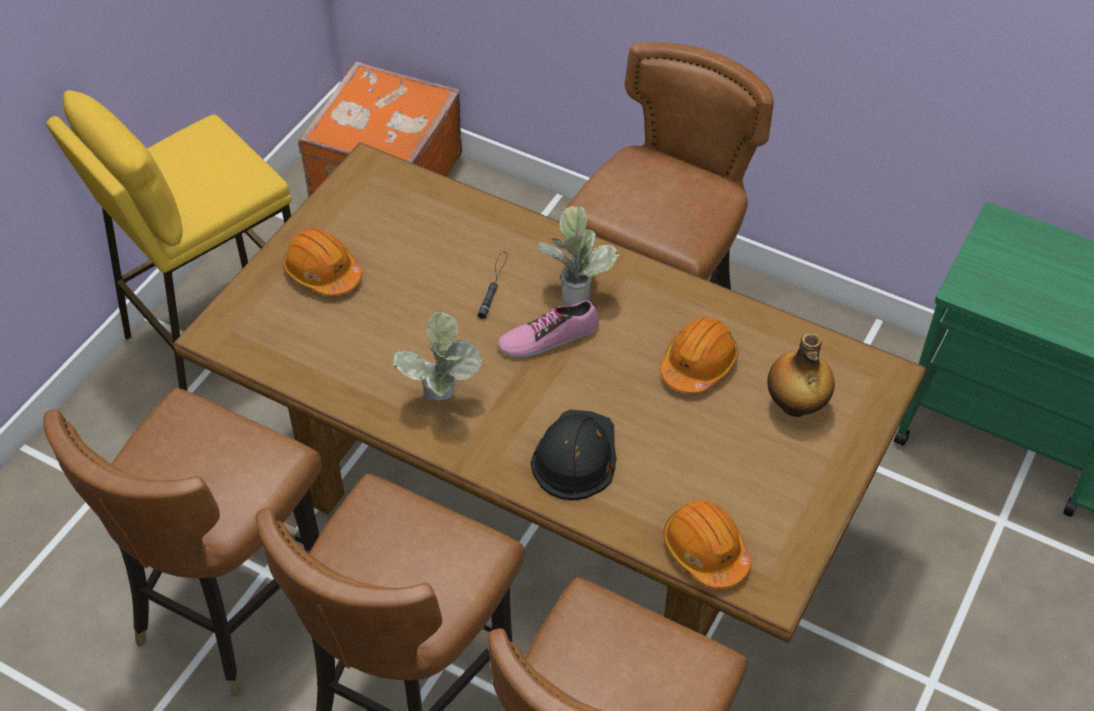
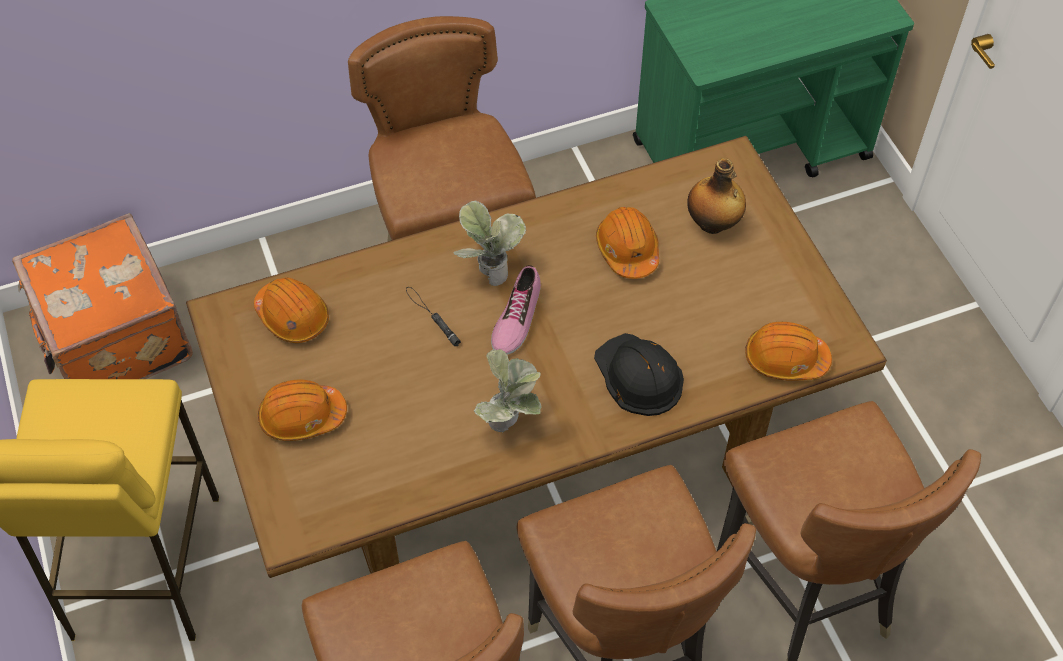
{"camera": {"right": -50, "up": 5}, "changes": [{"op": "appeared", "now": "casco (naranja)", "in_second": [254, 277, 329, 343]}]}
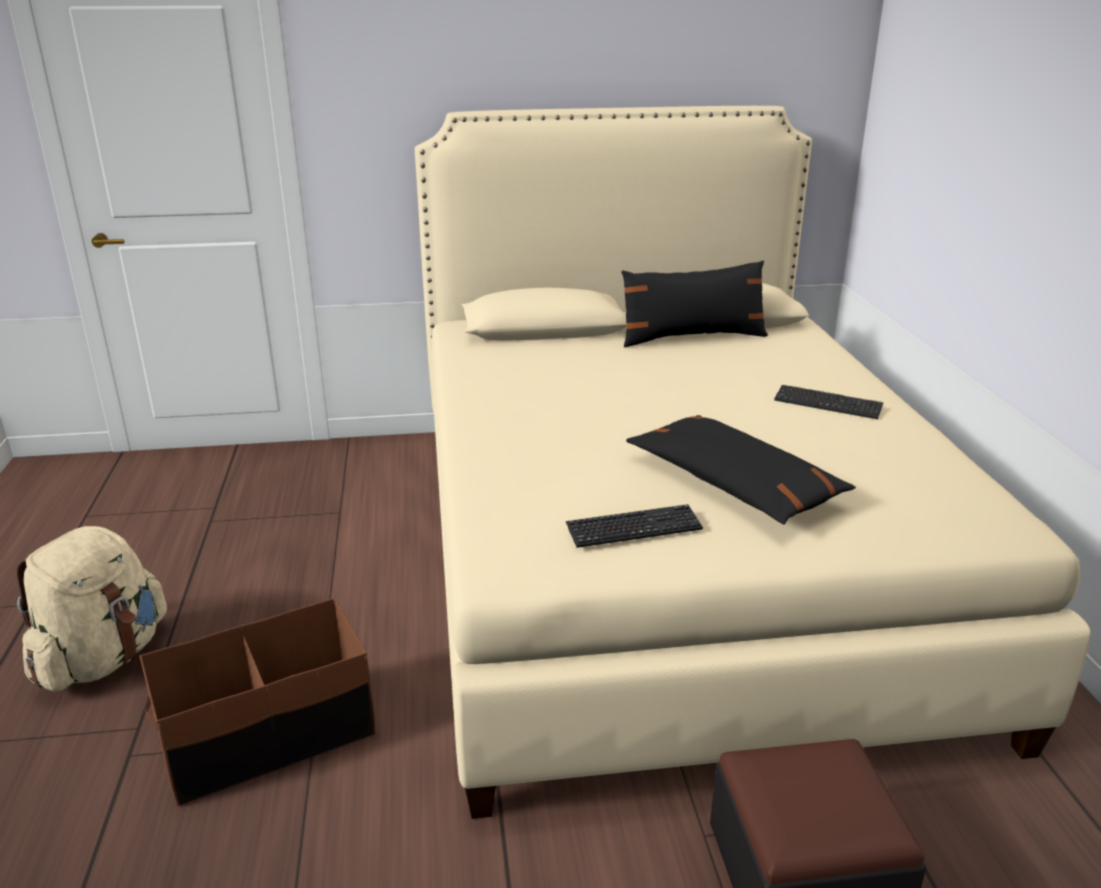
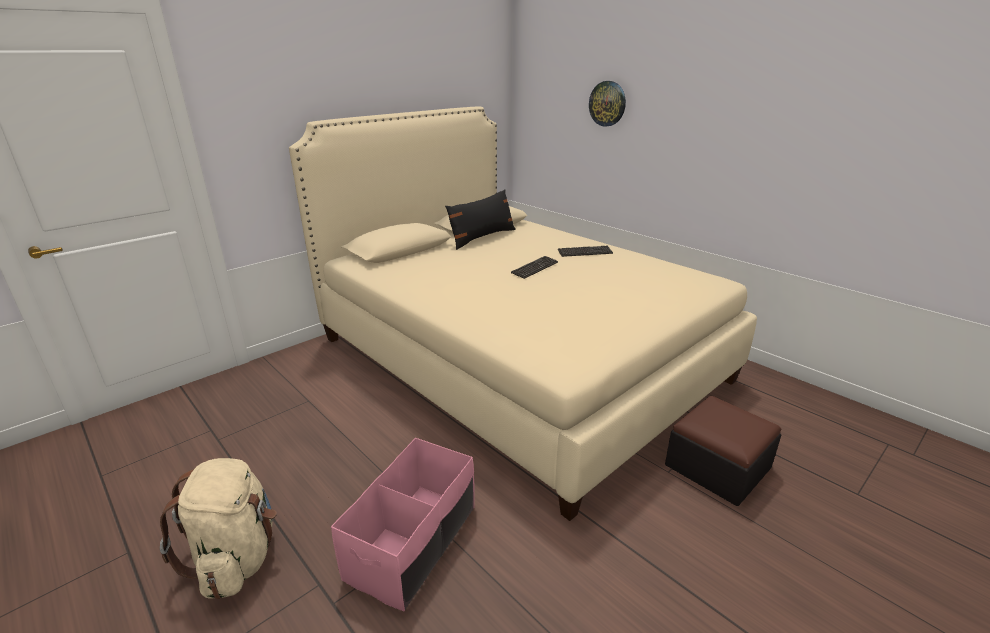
{"camera": {"right": -35, "up": 0}, "changes": [{"op": "colour", "was": "caja de almacenaje (marrón)", "now": "caja de almacenaje (rosa)", "in_first": [140, 598, 376, 806], "in_second": [331, 438, 475, 612]}, {"op": "relocated", "was": "teclado", "in_first": [566, 504, 703, 548], "in_second": [511, 256, 558, 279]}, {"op": "appeared", "now": "reloj de pared", "in_second": [589, 81, 626, 127]}, {"op": "missing", "was": "cojín (negro)", "in_first": [626, 415, 856, 525]}]}
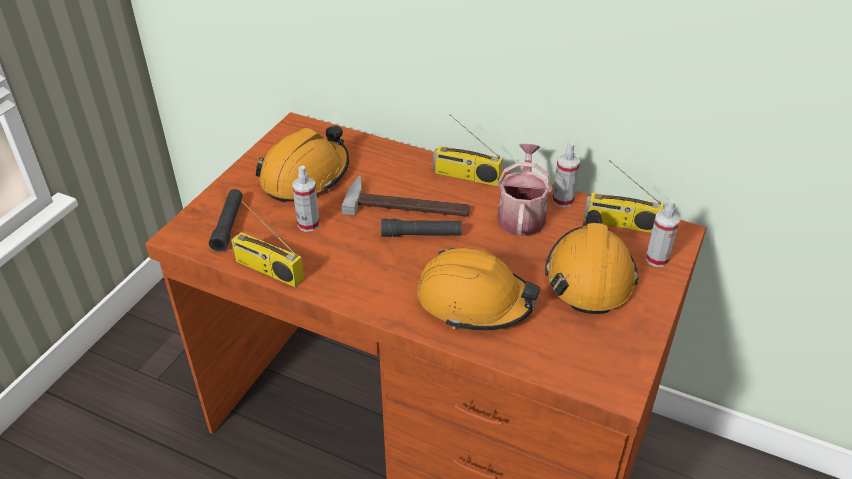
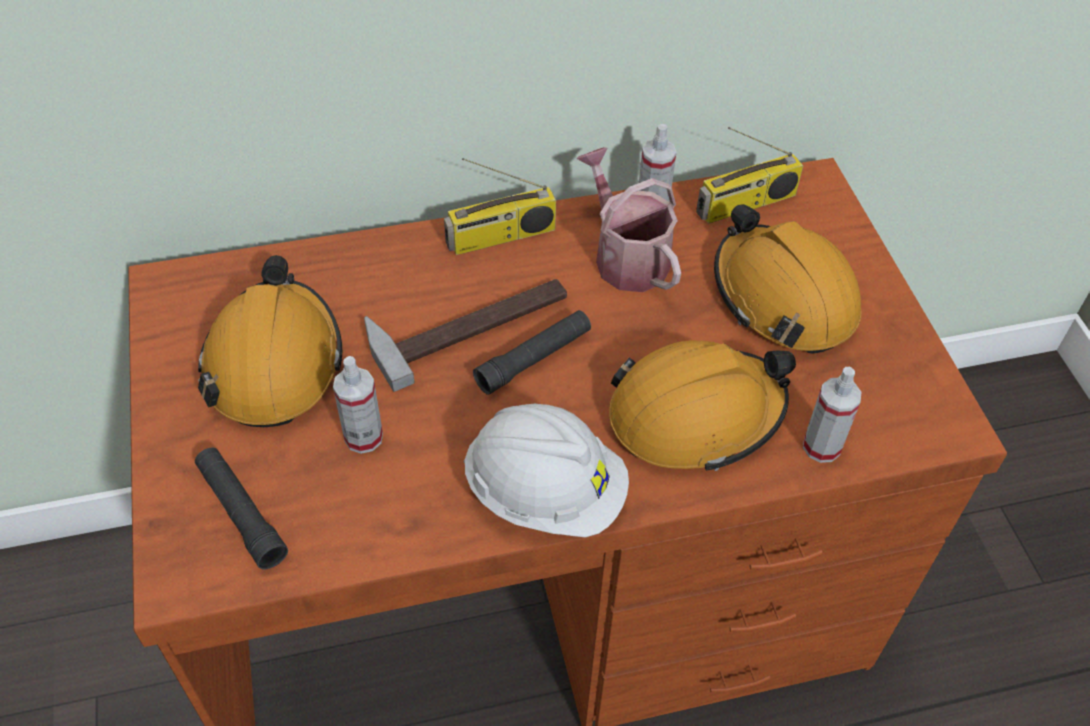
{"camera": {"right": -40, "up": 10}, "changes": [{"op": "appeared", "now": "casco (blanco)", "in_second": [464, 404, 629, 537]}, {"op": "relocated", "was": "pulverizador", "in_first": [646, 199, 680, 267], "in_second": [803, 367, 861, 463]}, {"op": "missing", "was": "radio", "in_first": [231, 201, 304, 287]}]}
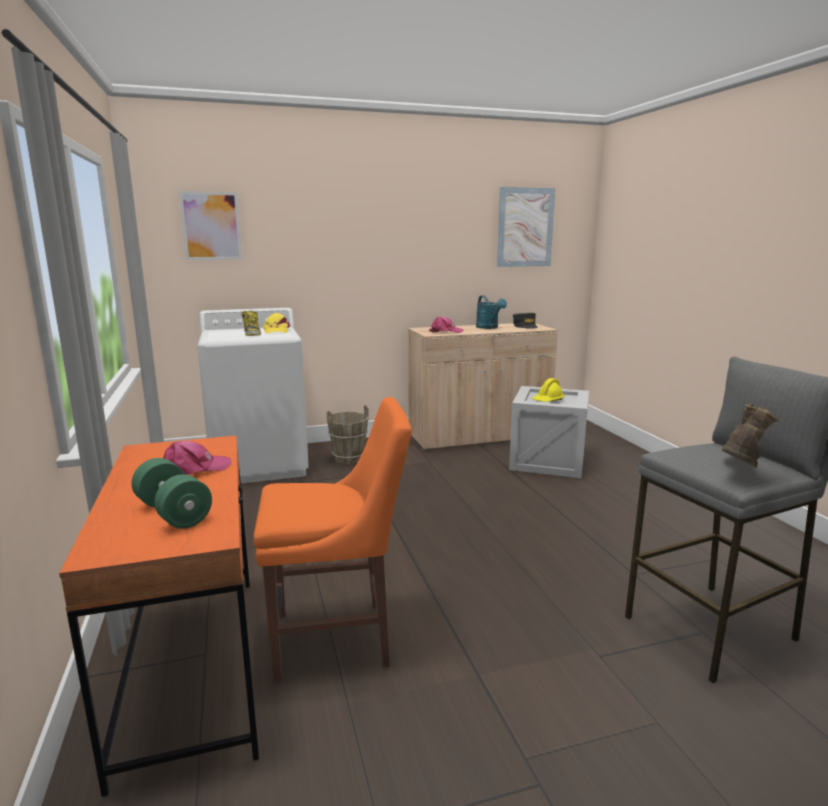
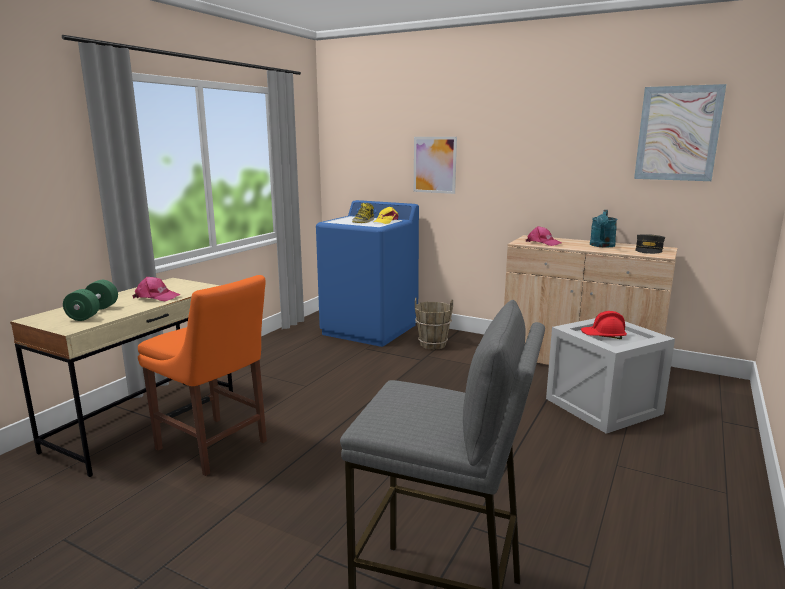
{"camera": {"right": 45, "up": 0}, "changes": [{"op": "colour", "was": "escritorio (naranja)", "now": "escritorio (beis)", "in_first": [59, 435, 259, 797], "in_second": [10, 278, 233, 477]}, {"op": "colour", "was": "lavadora (blanco)", "now": "lavadora (azul)", "in_first": [197, 308, 309, 484], "in_second": [316, 200, 419, 347]}, {"op": "relocated", "was": "cuadro", "in_first": [179, 191, 242, 260], "in_second": [414, 137, 457, 194]}, {"op": "colour", "was": "casco (amarillo)", "now": "casco (rojo)", "in_first": [532, 378, 565, 402], "in_second": [581, 311, 627, 339]}, {"op": "missing", "was": "bota (marrón)", "in_first": [721, 403, 782, 468]}]}
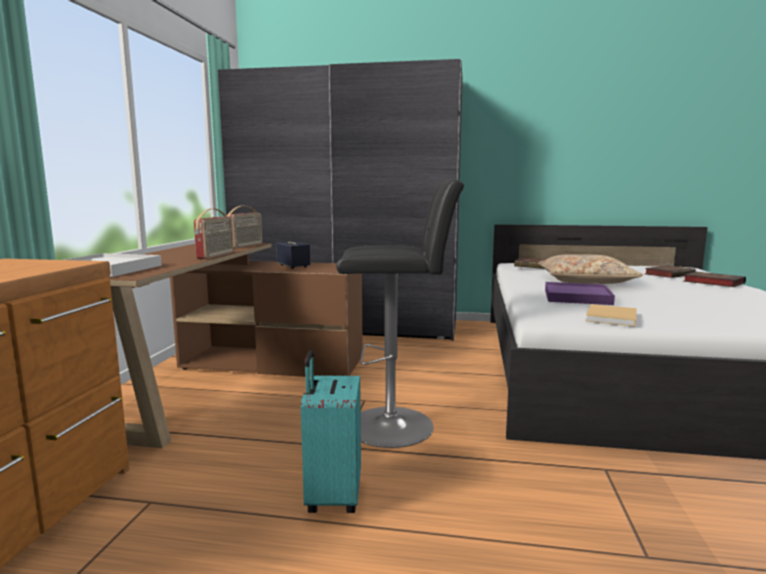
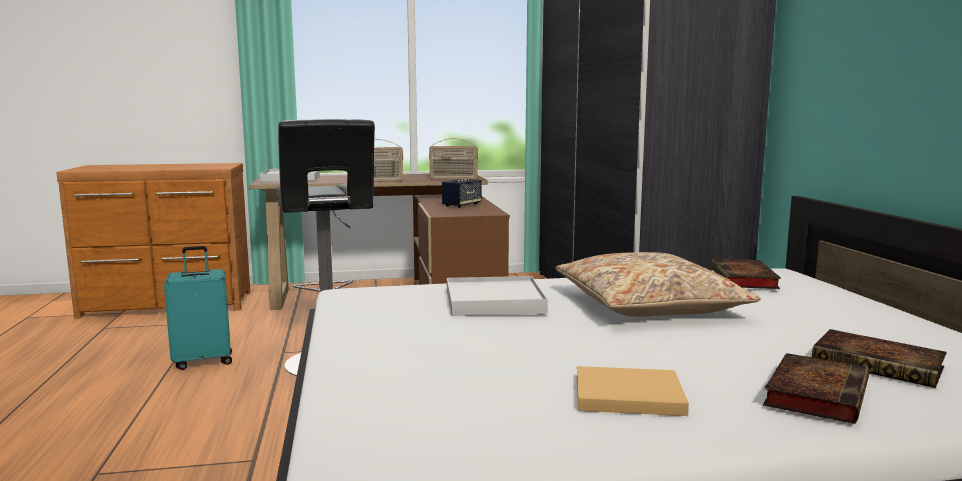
{"camera": {"right": 70, "up": 0}, "changes": [{"op": "colour", "was": "bandeja (morado)", "now": "bandeja (blanco)", "in_first": [545, 282, 615, 305], "in_second": [447, 276, 548, 316]}, {"op": "relocated", "was": "libro (beis)", "in_first": [586, 304, 637, 327], "in_second": [577, 366, 689, 416]}]}
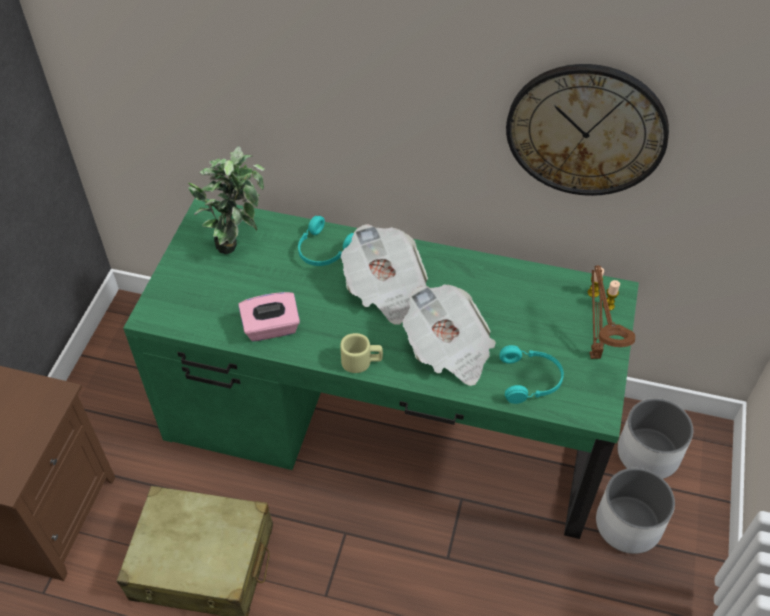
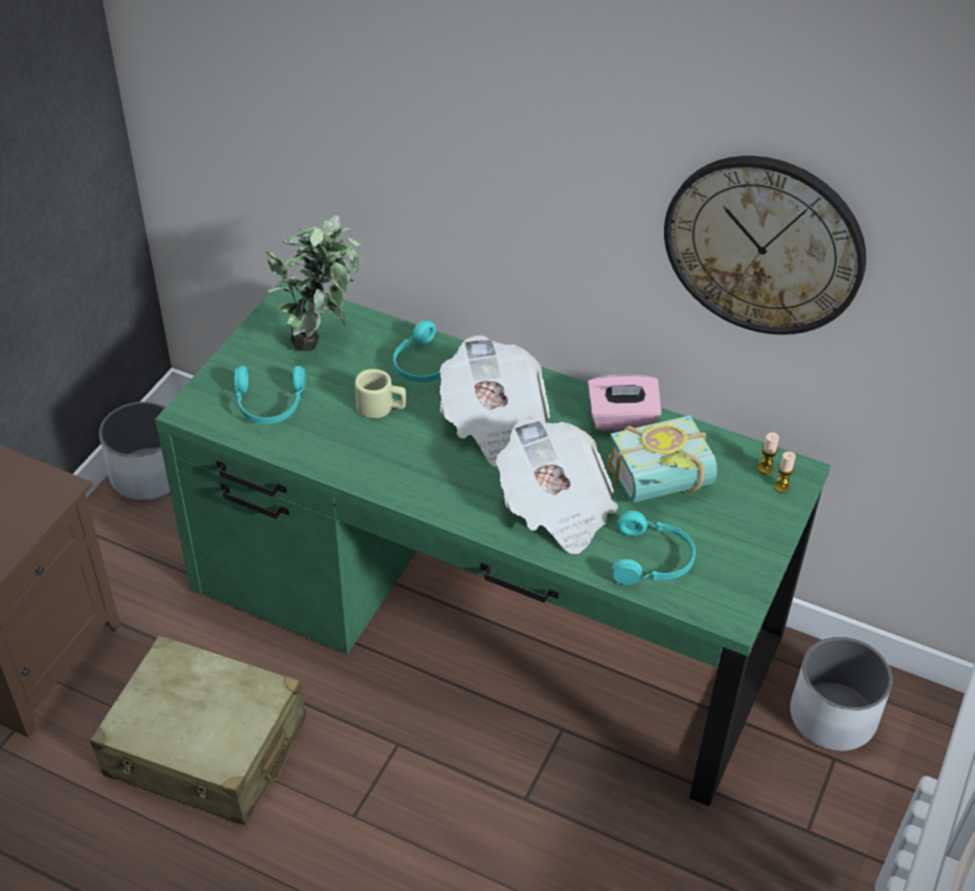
{"camera": {"right": 10, "up": -5}, "changes": [{"op": "relocated", "was": "maceta (blanco)", "in_first": [596, 468, 675, 554], "in_second": [99, 402, 170, 500]}, {"op": "appeared", "now": "auriculares (turquesa)", "in_second": [235, 366, 306, 424]}, {"op": "relocated", "was": "taza grande (beis)", "in_first": [340, 333, 383, 373], "in_second": [355, 369, 406, 418]}, {"op": "relocated", "was": "caja de pañuelos (rosa)", "in_first": [238, 292, 300, 341], "in_second": [587, 374, 662, 431]}, {"op": "appeared", "now": "libro", "in_second": [607, 415, 717, 503]}, {"op": "missing", "was": "lámpara de mesa (marrón)", "in_first": [589, 265, 635, 359]}]}
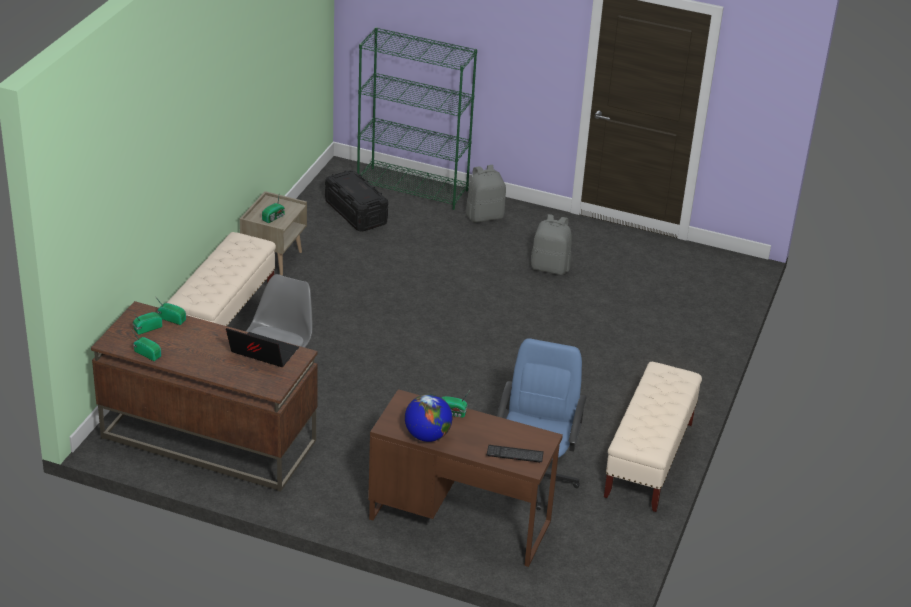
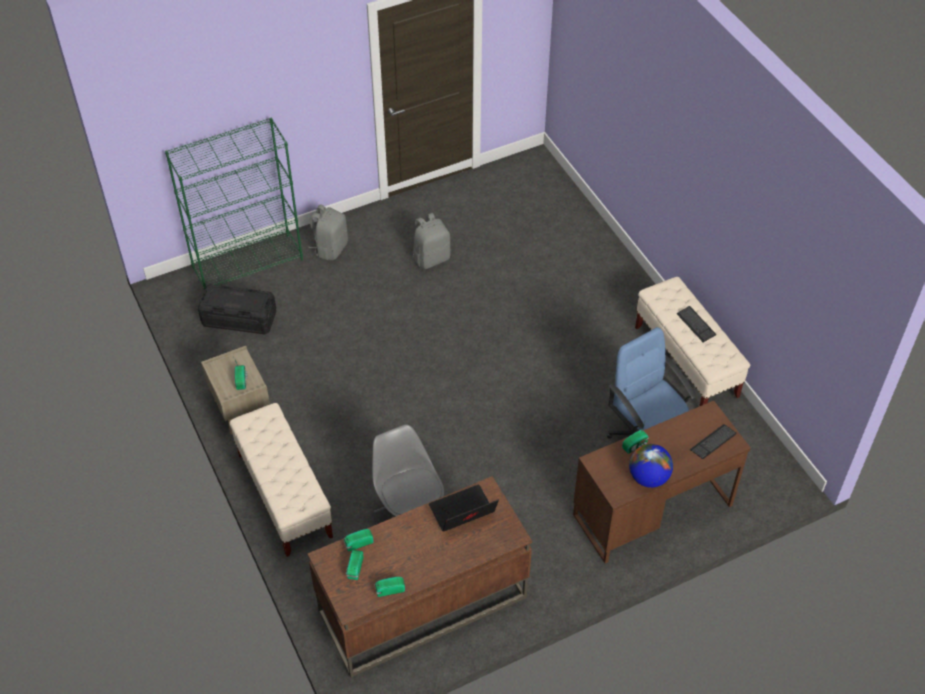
{"camera": {"right": -45, "up": 15}, "changes": [{"op": "appeared", "now": "teclado", "in_second": [677, 306, 716, 343]}]}
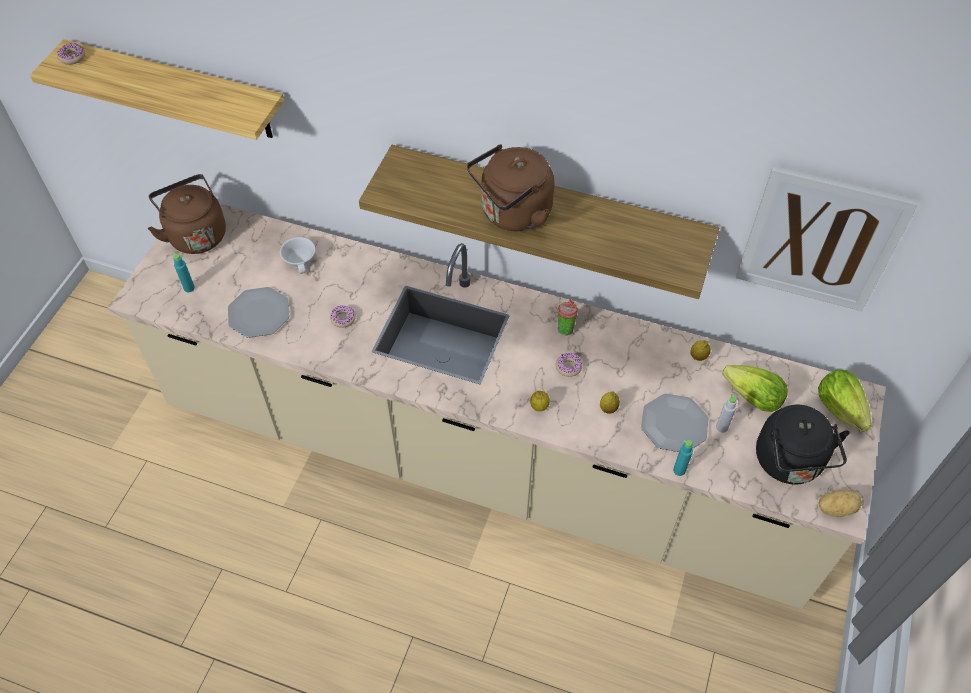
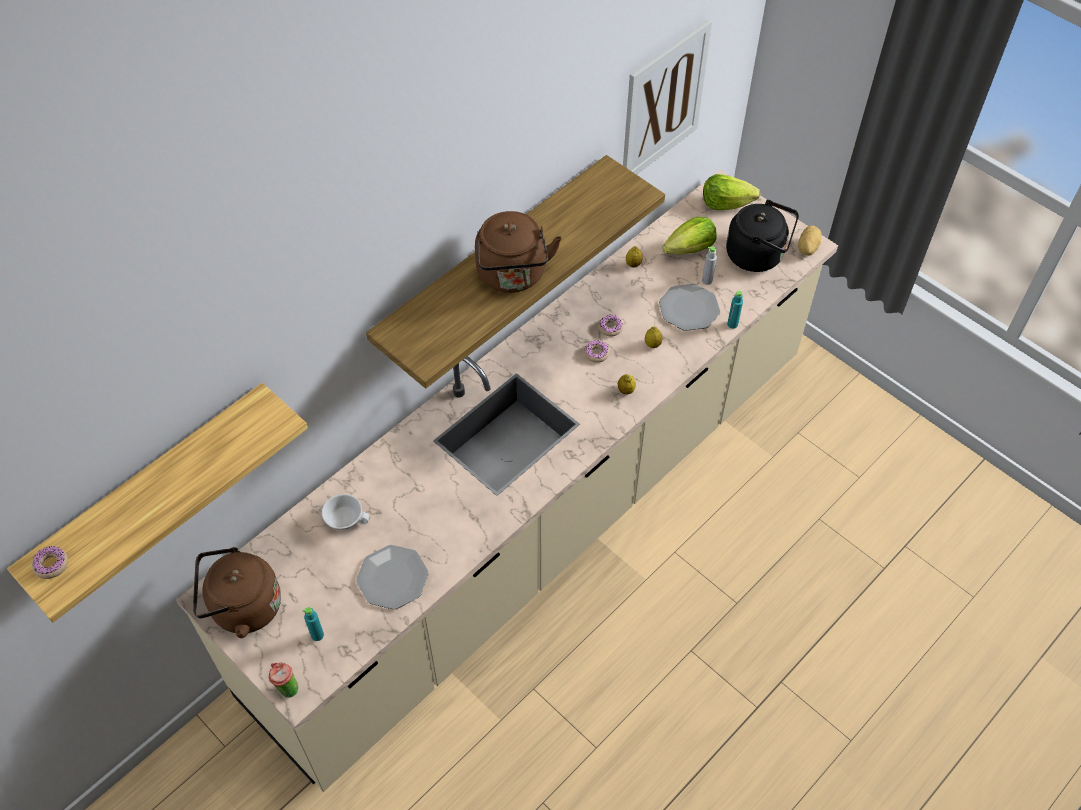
{"camera": {"right": -65, "up": 0}, "changes": [{"op": "relocated", "was": "taza", "in_first": [557, 299, 578, 336], "in_second": [269, 662, 298, 698]}, {"op": "relocated", "was": "rosquilla", "in_first": [330, 305, 356, 328], "in_second": [598, 315, 623, 336]}]}
